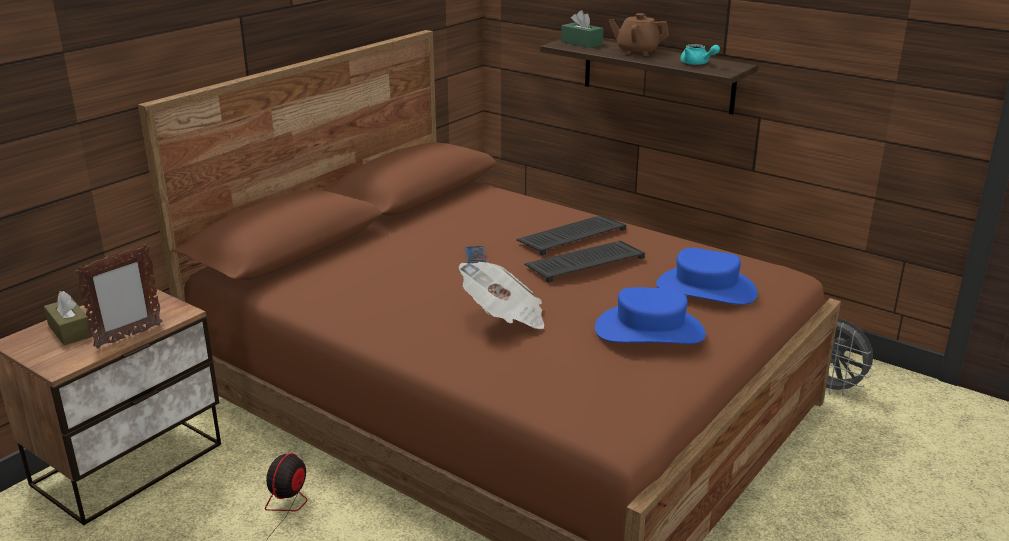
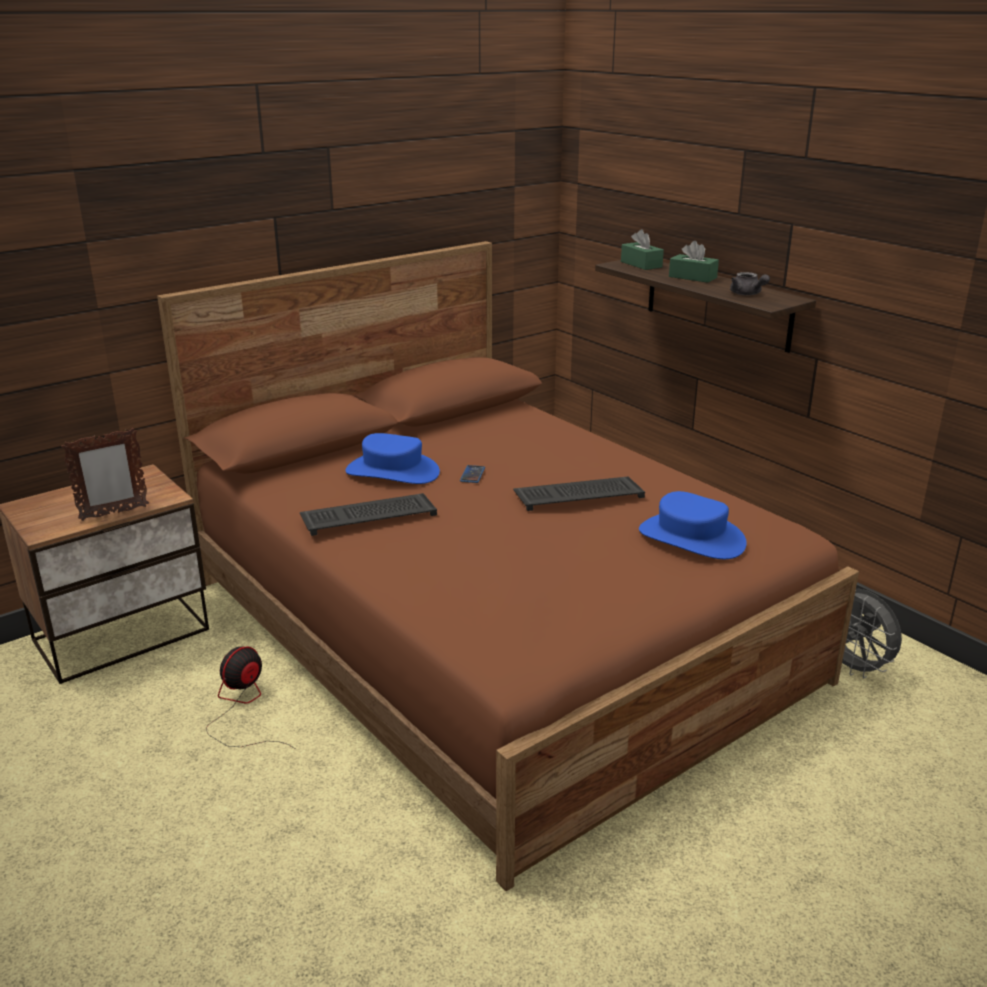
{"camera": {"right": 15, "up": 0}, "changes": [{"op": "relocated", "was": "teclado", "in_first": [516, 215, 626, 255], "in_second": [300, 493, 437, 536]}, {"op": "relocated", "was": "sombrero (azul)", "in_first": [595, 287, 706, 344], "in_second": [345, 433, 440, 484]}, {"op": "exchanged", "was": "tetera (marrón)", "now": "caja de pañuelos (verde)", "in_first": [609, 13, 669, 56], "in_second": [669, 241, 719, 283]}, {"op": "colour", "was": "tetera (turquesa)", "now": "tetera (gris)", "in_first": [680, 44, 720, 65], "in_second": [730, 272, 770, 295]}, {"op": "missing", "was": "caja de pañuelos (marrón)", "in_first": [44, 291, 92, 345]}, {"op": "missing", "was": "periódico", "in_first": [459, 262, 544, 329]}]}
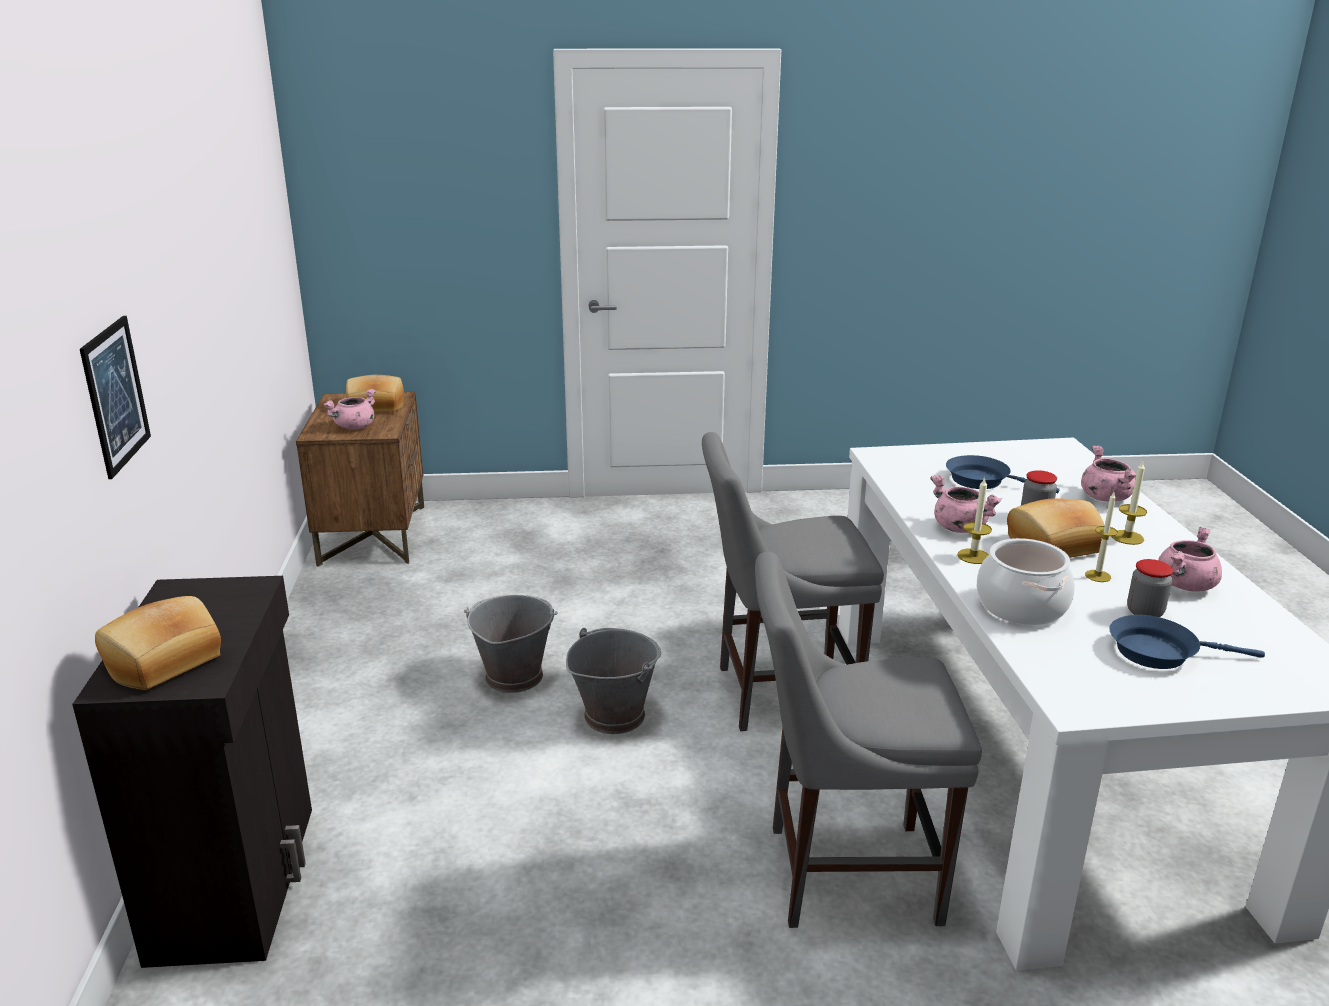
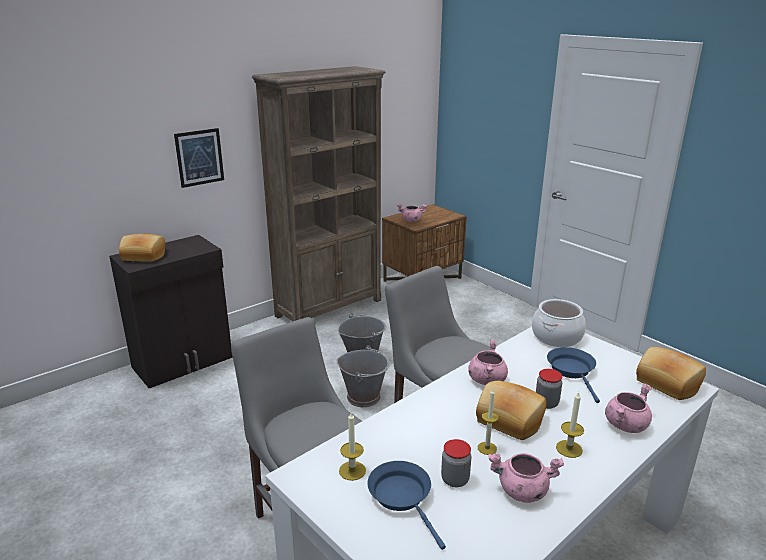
{"camera": {"right": 55, "up": 0}, "changes": [{"op": "appeared", "now": "estantería (marrón)", "in_second": [252, 66, 386, 321]}, {"op": "relocated", "was": "vela", "in_first": [957, 477, 992, 564], "in_second": [339, 412, 366, 481]}, {"op": "relocated", "was": "olla", "in_first": [977, 538, 1075, 625], "in_second": [532, 299, 586, 347]}, {"op": "relocated", "was": "pan", "in_first": [346, 375, 404, 412], "in_second": [636, 347, 706, 400]}]}
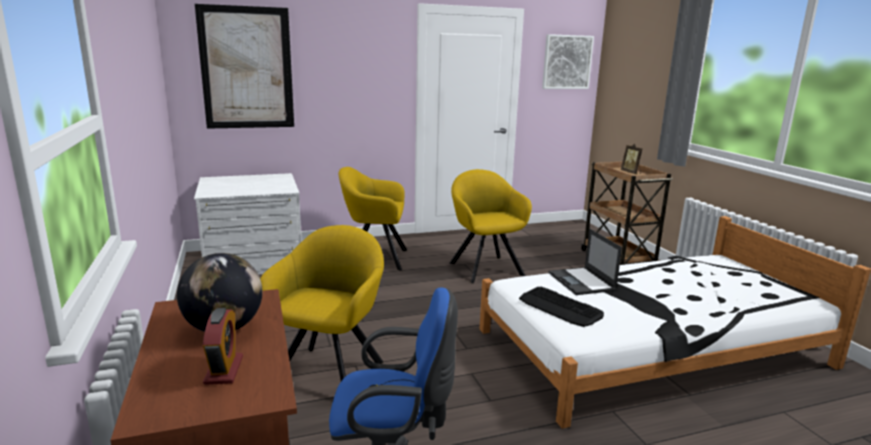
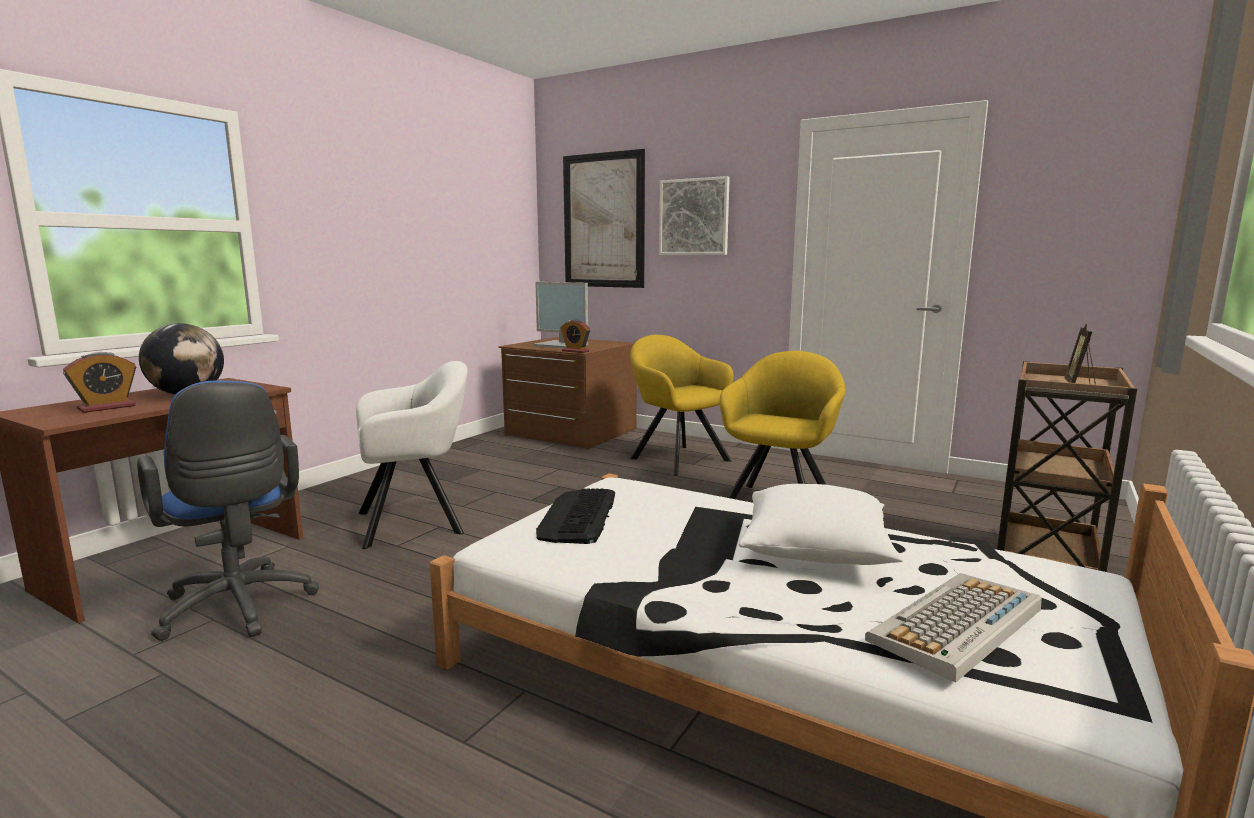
{"camera": {"right": 50, "up": -5}, "changes": [{"op": "colour", "was": "sillón (amarillo)", "now": "sillón (blanco)", "in_first": [260, 225, 384, 381], "in_second": [356, 361, 468, 549]}, {"op": "colour", "was": "cómoda (blanco)", "now": "cómoda (marrón)", "in_first": [194, 173, 301, 275], "in_second": [498, 337, 637, 450]}, {"op": "appeared", "now": "monitor", "in_second": [533, 282, 588, 348]}, {"op": "appeared", "now": "despertador", "in_second": [560, 319, 590, 353]}, {"op": "relocated", "was": "cuadro", "in_first": [542, 34, 594, 89], "in_second": [659, 176, 730, 255]}, {"op": "appeared", "now": "cojín (blanco)", "in_second": [739, 484, 903, 565]}, {"op": "appeared", "now": "teclado", "in_second": [865, 573, 1042, 683]}, {"op": "missing", "was": "portátil", "in_first": [549, 229, 622, 295]}]}
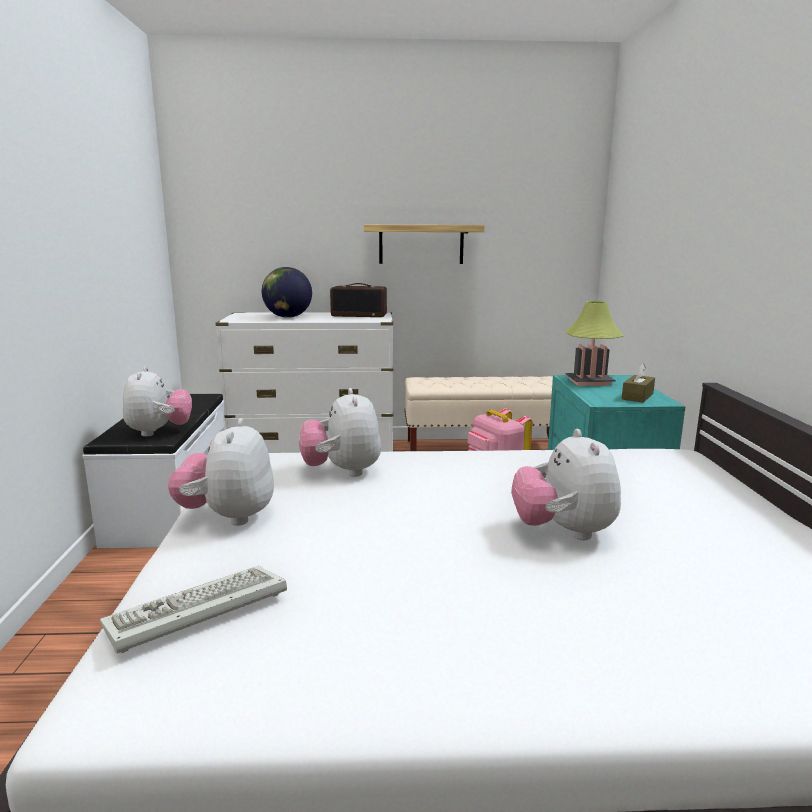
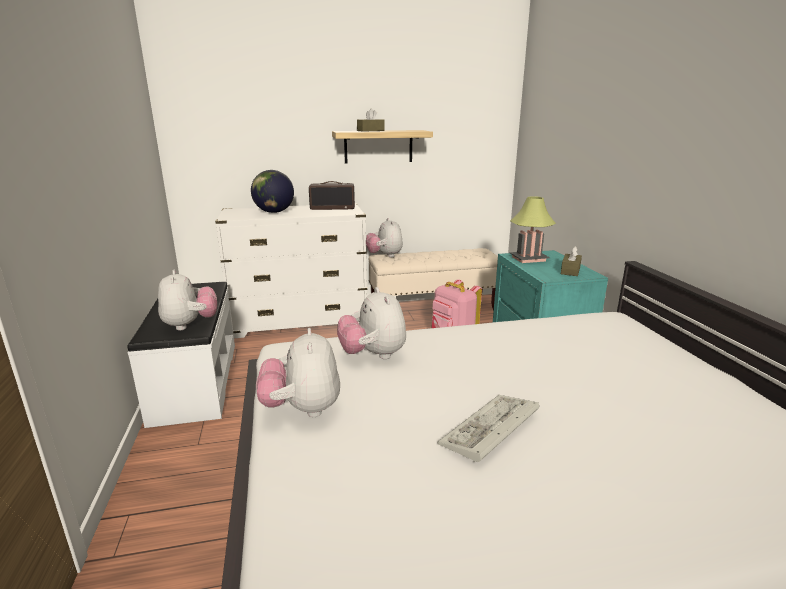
{"camera": {"right": -10, "up": 5}, "changes": [{"op": "appeared", "now": "caja de pañuelos (marrón)", "in_second": [357, 109, 385, 132]}, {"op": "relocated", "was": "peluche", "in_first": [511, 429, 621, 540], "in_second": [366, 218, 403, 257]}, {"op": "relocated", "was": "teclado", "in_first": [100, 566, 287, 653], "in_second": [437, 395, 539, 462]}]}
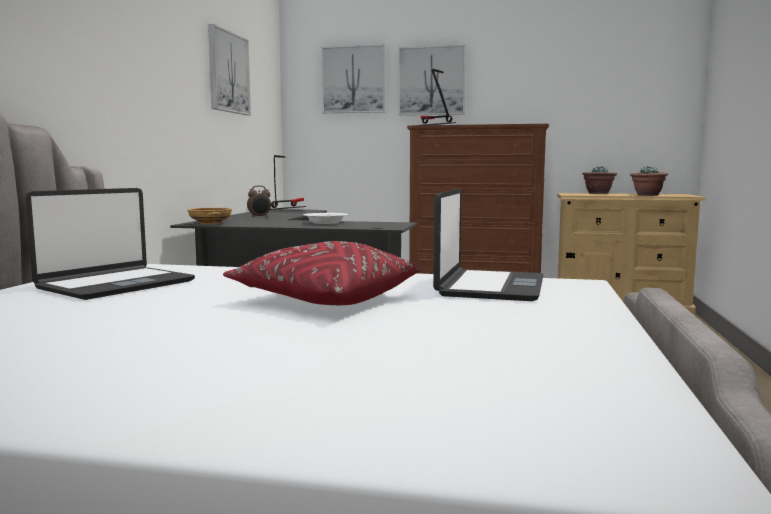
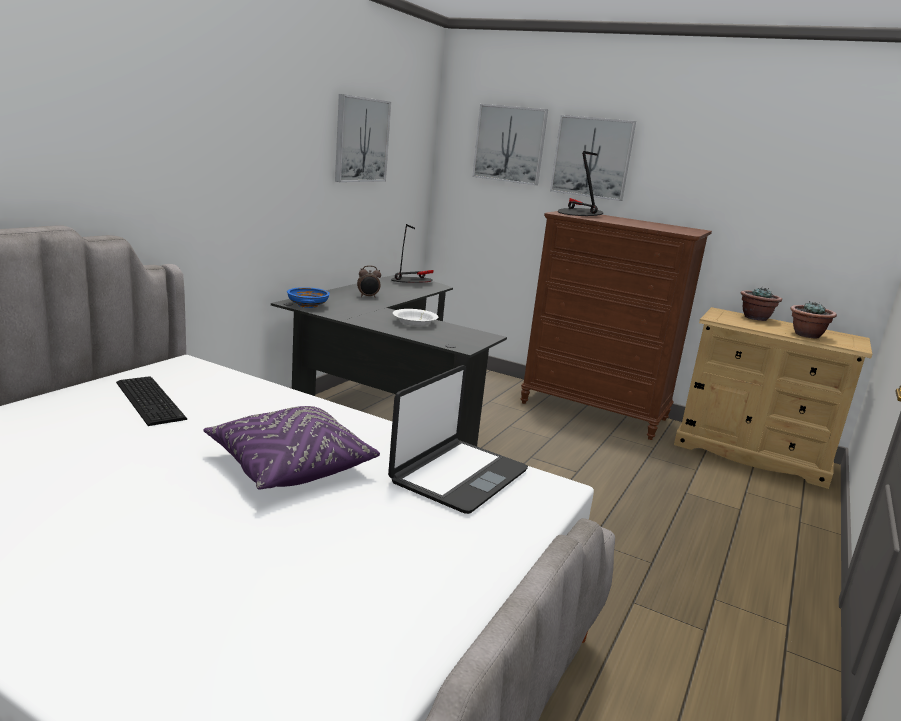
{"camera": {"right": 15, "up": 10}, "changes": [{"op": "exchanged", "was": "portátil", "now": "teclado", "in_first": [26, 188, 195, 300], "in_second": [116, 376, 187, 426]}, {"op": "colour", "was": "cojín (rojo)", "now": "cojín (morado)", "in_first": [223, 241, 420, 305], "in_second": [203, 406, 380, 489]}, {"op": "colour", "was": "cuenco (beis)", "now": "cuenco (azul)", "in_first": [188, 208, 232, 224], "in_second": [287, 287, 330, 308]}]}
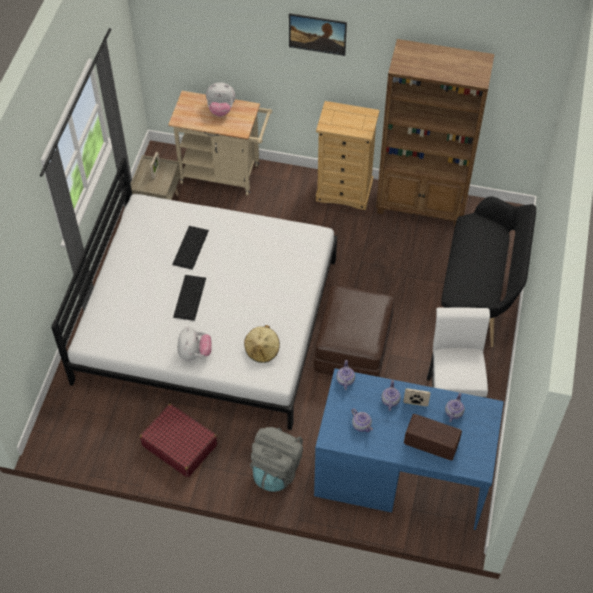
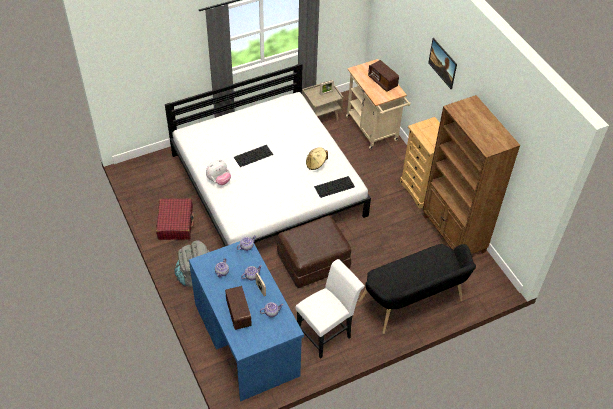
{"camera": {"right": 50, "up": -5}, "changes": [{"op": "relocated", "was": "sombrero (beis)", "in_first": [244, 325, 280, 363], "in_second": [306, 147, 328, 170]}, {"op": "relocated", "was": "teclado", "in_first": [172, 226, 209, 270], "in_second": [314, 176, 355, 198]}, {"op": "exchanged", "was": "peluche", "now": "radio", "in_first": [206, 82, 235, 117], "in_second": [368, 60, 399, 92]}]}
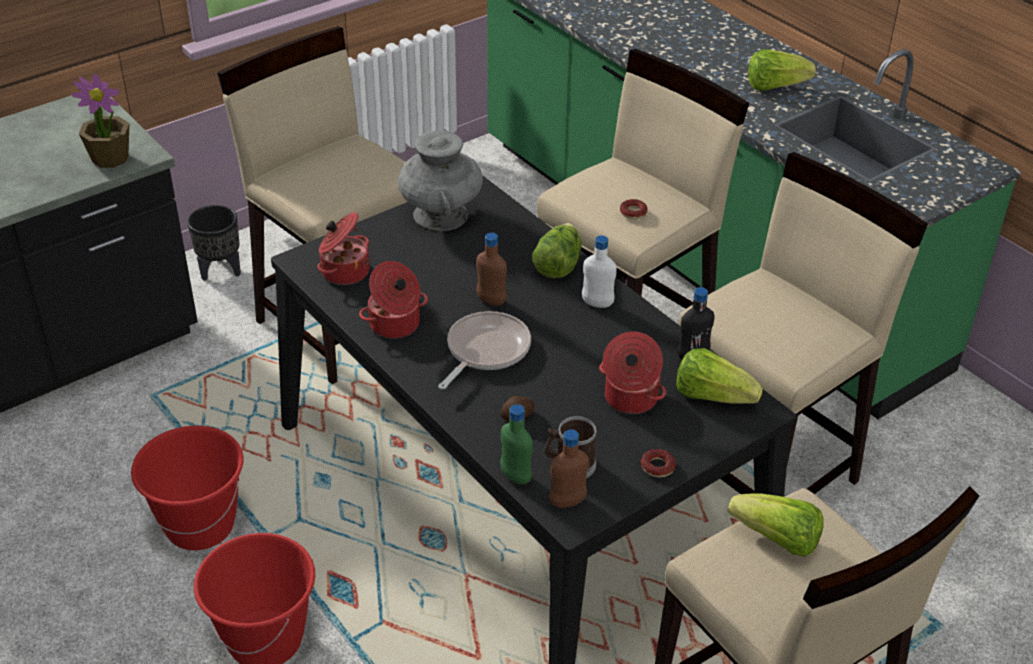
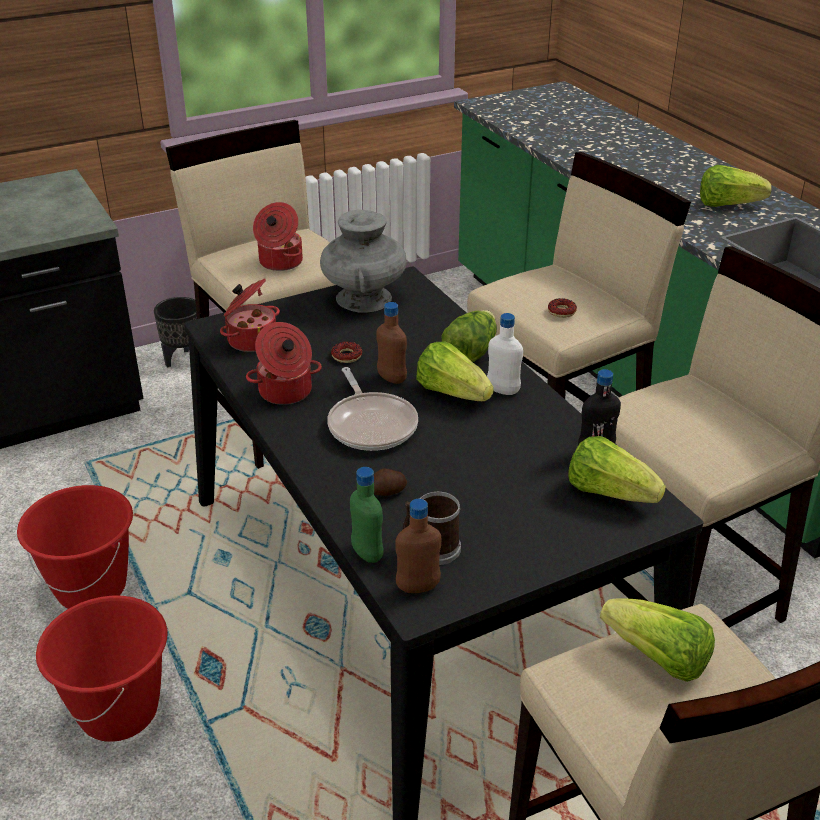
{"camera": {"right": 10, "up": -5}, "changes": [{"op": "relocated", "was": "olla", "in_first": [599, 331, 666, 414], "in_second": [253, 202, 303, 271]}, {"op": "spun", "was": "sartén", "in_first": [438, 311, 531, 389], "in_second": [327, 367, 418, 451], "clockwise": 120}, {"op": "relocated", "was": "rosquilla", "in_first": [641, 449, 676, 478], "in_second": [331, 341, 362, 363]}, {"op": "appeared", "now": "lechuga", "in_second": [416, 342, 494, 401]}, {"op": "missing", "was": "planta en maceta", "in_first": [71, 73, 130, 168]}]}
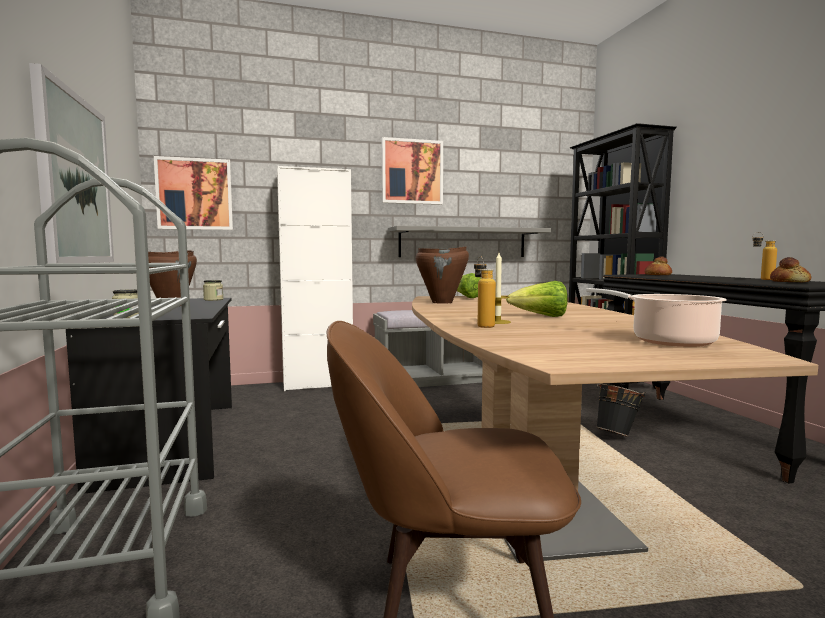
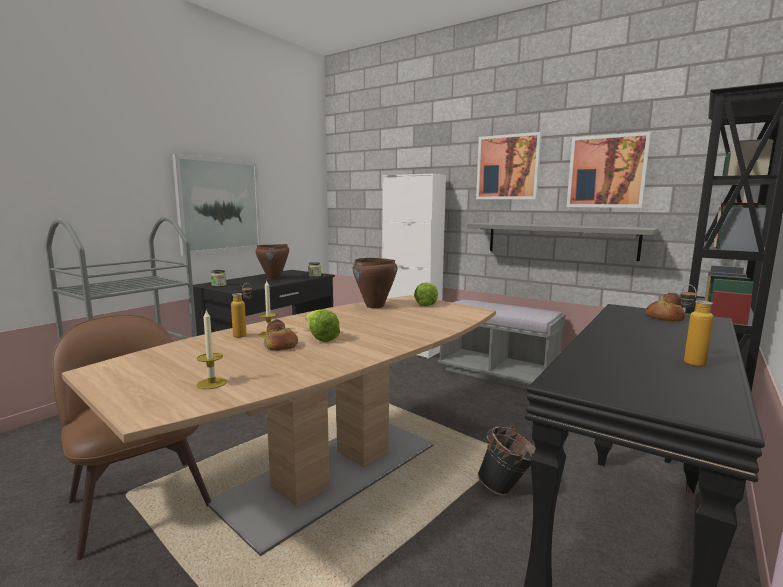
{"camera": {"right": 50, "up": 5}, "changes": [{"op": "exchanged", "was": "olla", "now": "vela", "in_first": [586, 288, 727, 347], "in_second": [196, 310, 227, 389]}, {"op": "relocated", "was": "pan", "in_first": [770, 257, 811, 282], "in_second": [264, 319, 298, 351]}, {"op": "relocated", "was": "cuadro", "in_first": [154, 156, 233, 230], "in_second": [567, 132, 651, 208]}]}
